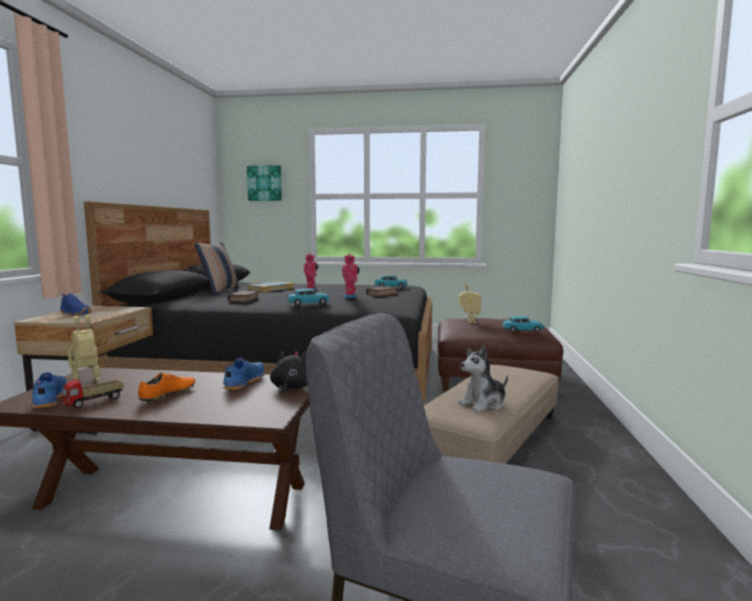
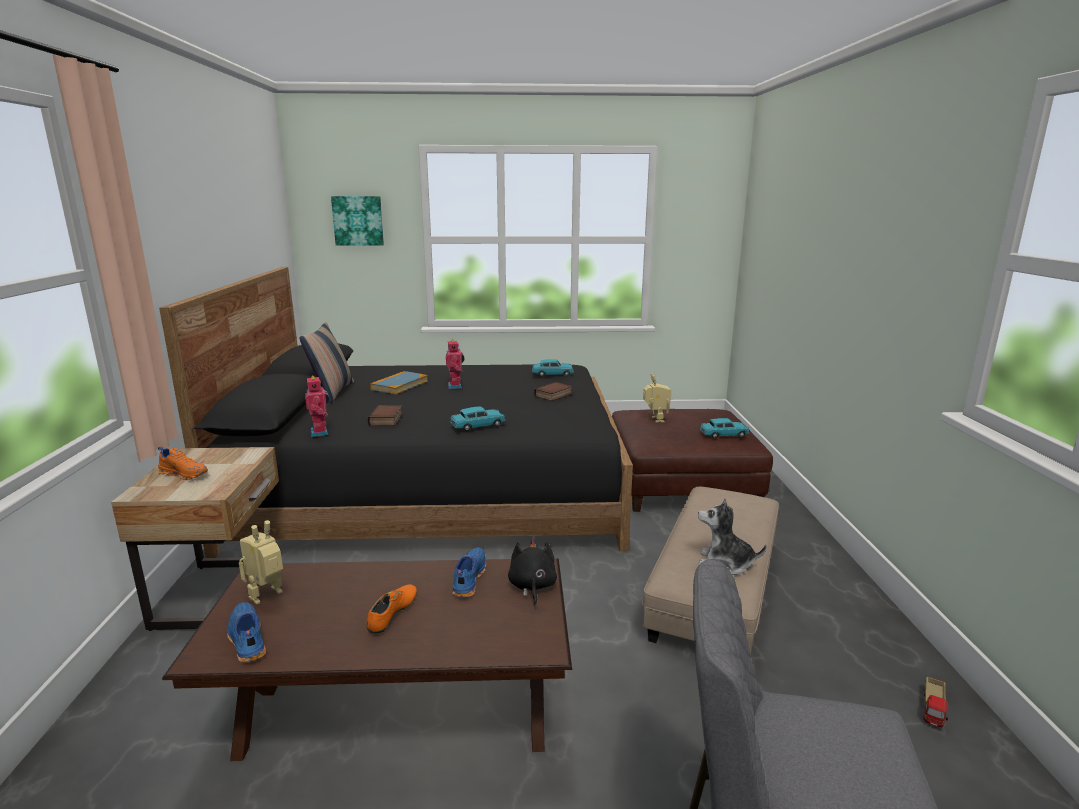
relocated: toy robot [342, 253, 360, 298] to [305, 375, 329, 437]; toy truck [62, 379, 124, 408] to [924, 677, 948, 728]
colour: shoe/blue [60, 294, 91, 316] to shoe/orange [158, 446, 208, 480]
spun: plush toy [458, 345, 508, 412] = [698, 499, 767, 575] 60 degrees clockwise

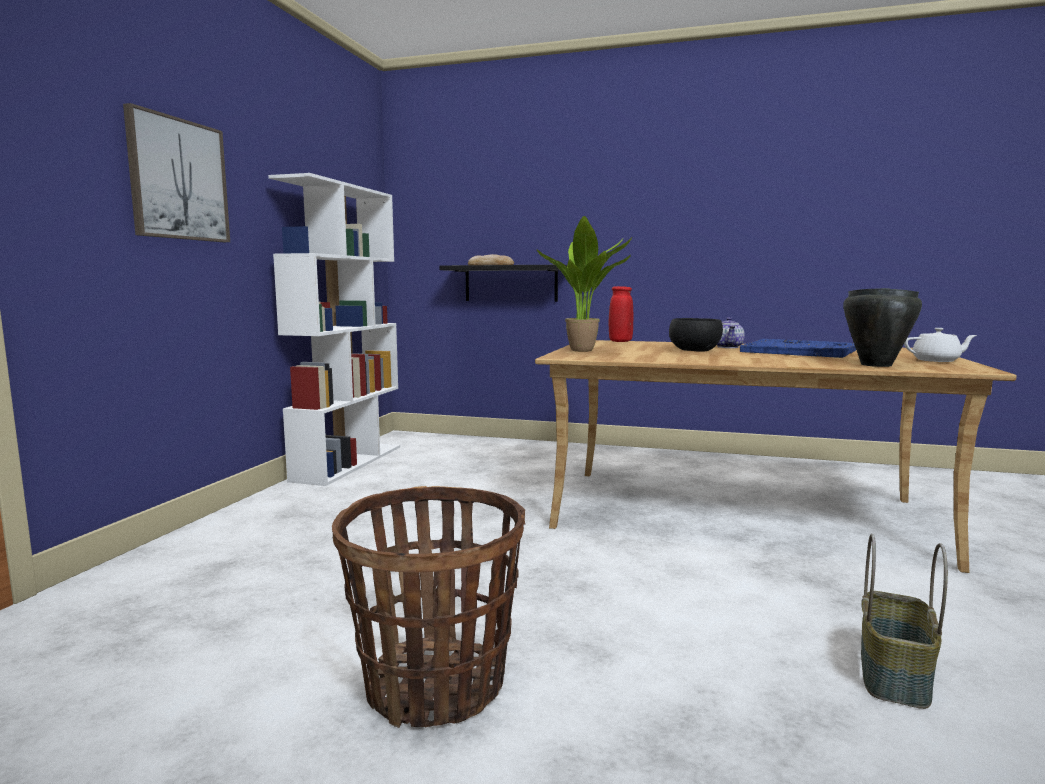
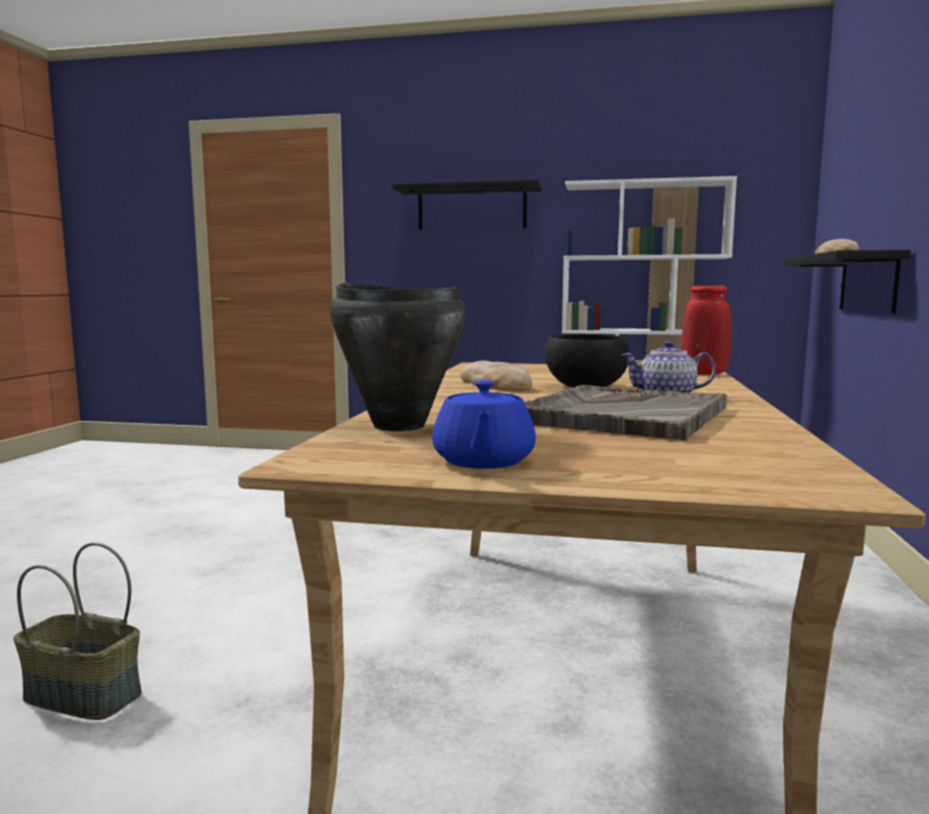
missing: potted plant [537, 216, 632, 352]; basket [332, 486, 525, 728]
appeared: bread [460, 360, 532, 392]
exchanged: picture [123, 103, 230, 242] to shelf/black [392, 180, 542, 230]
colour: teapot/white [904, 328, 977, 362] to teapot/blue [432, 380, 536, 469]; tray/blue [740, 339, 856, 358] to tray/grey [524, 385, 727, 441]

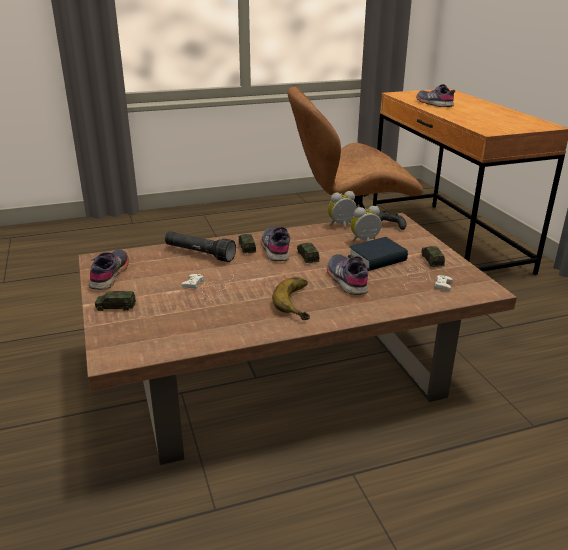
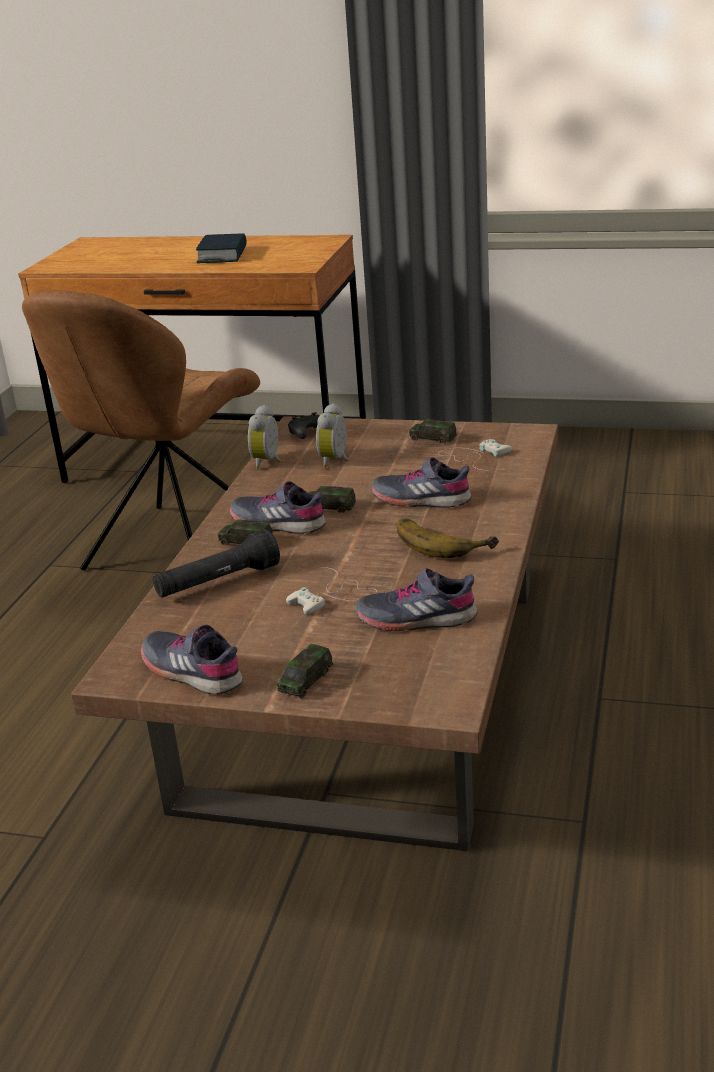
relocated: shoe/grey [416, 84, 455, 107] to [355, 568, 478, 631]; book [348, 237, 408, 271] to [196, 233, 247, 263]

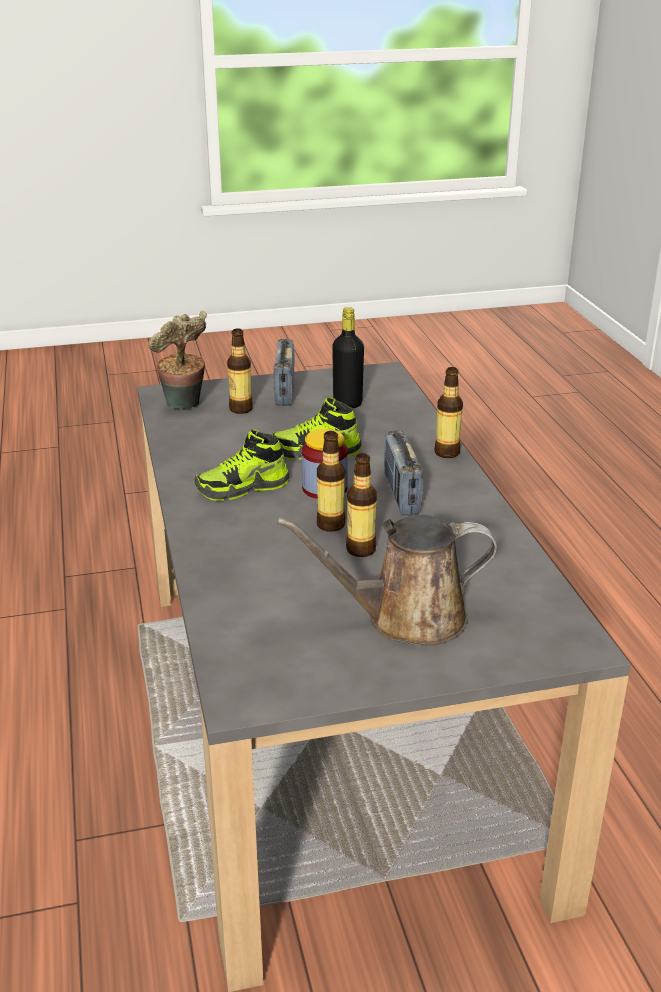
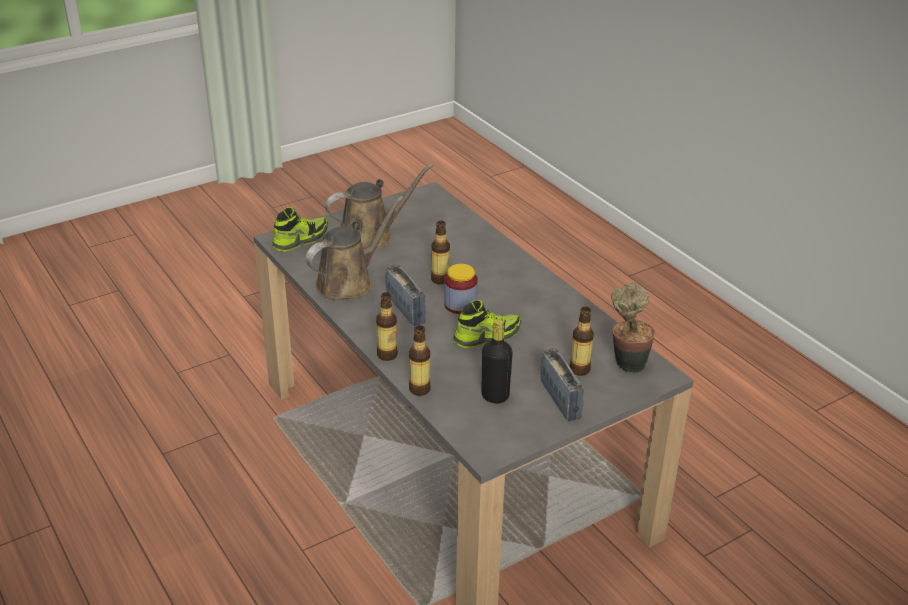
appeared: watering can/brown [305, 196, 403, 300]
relocated: shoe [195, 429, 289, 501] to [272, 207, 328, 252]; bottle [346, 453, 377, 557] to [409, 325, 431, 396]

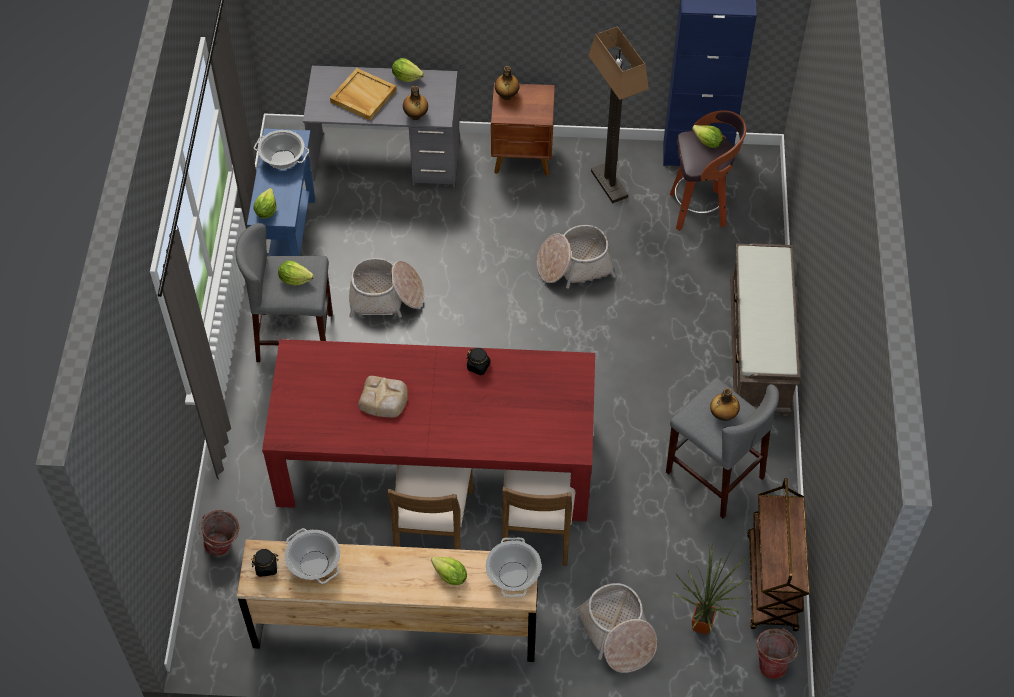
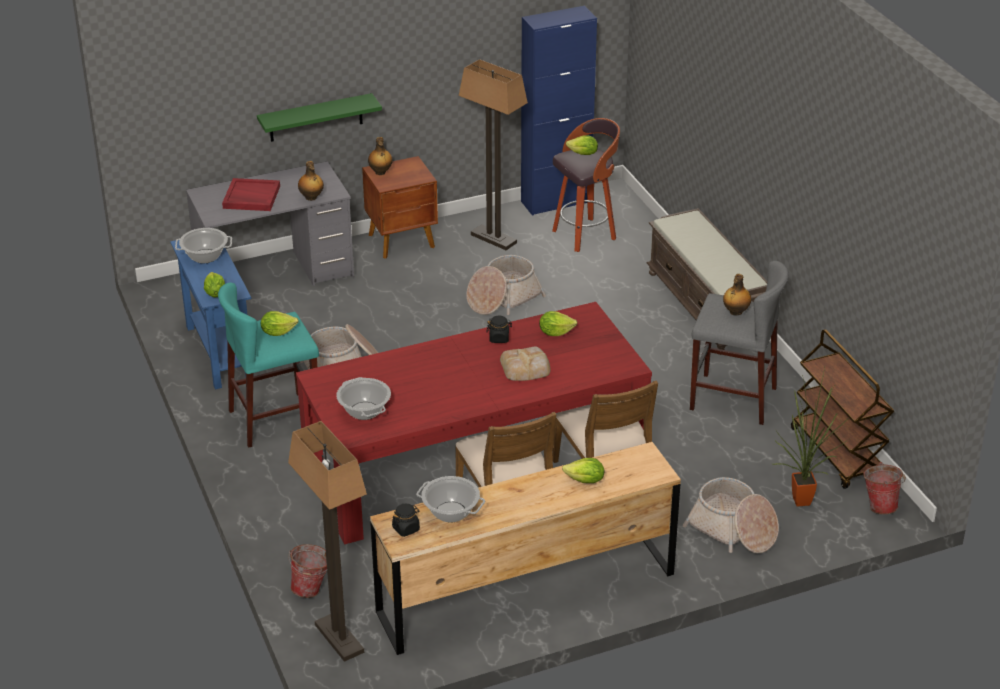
appeared: shelf/green [257, 93, 382, 142]; floor lamp [288, 421, 367, 662]
relocated: lettuce [392, 58, 424, 82] to [539, 311, 577, 336]; bread [358, 376, 408, 418] to [500, 346, 551, 381]; cooking pot [485, 538, 541, 597] to [336, 377, 391, 420]
colour: tray/beige [330, 68, 397, 121] to tray/red [222, 178, 280, 211]; stool/grey [236, 223, 333, 362] to stool/turquoise [218, 282, 319, 448]

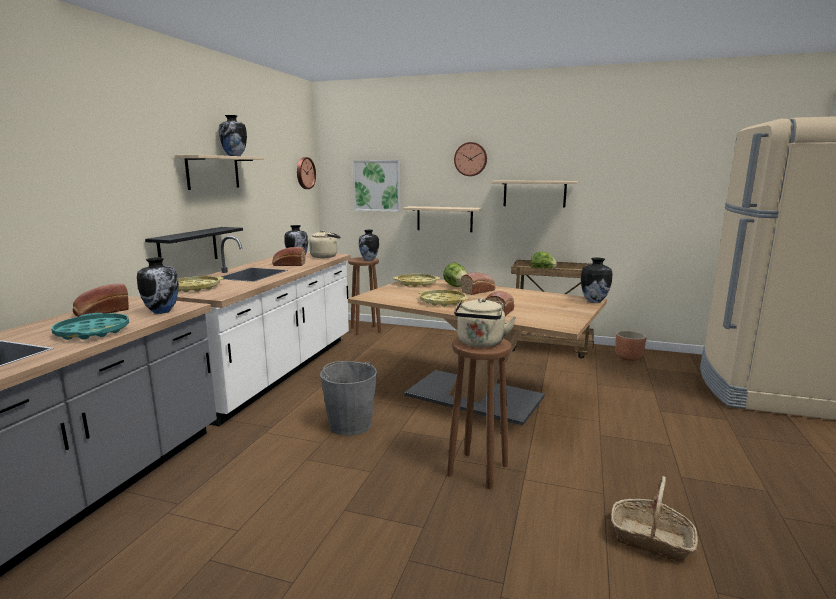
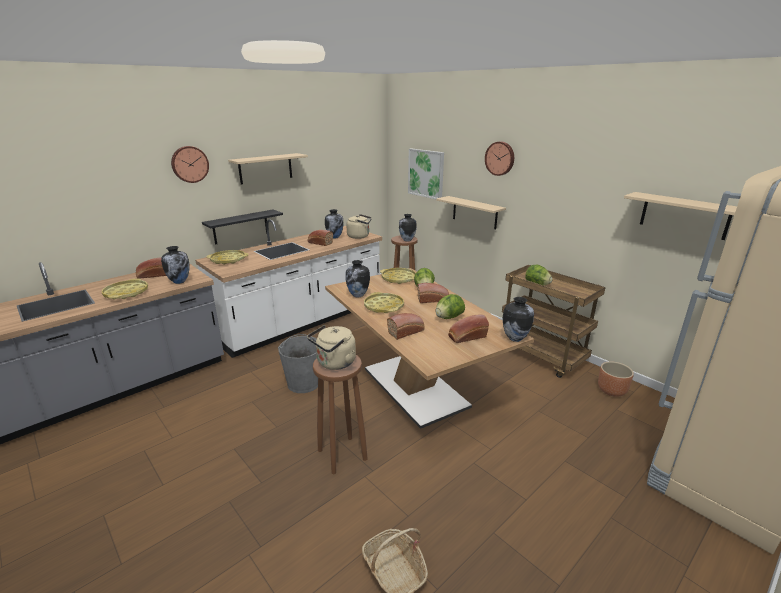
appeared: lettuce [436, 294, 465, 319]; bread [448, 314, 489, 343]
relocated: vase [219, 115, 247, 156] to [345, 260, 370, 298]; wall clock [297, 157, 316, 189] to [171, 146, 209, 183]; shelf/beige [492, 180, 577, 208] to [624, 192, 737, 240]
colour: tray/turquoise [51, 313, 129, 340] to tray/yellow [102, 278, 148, 299]

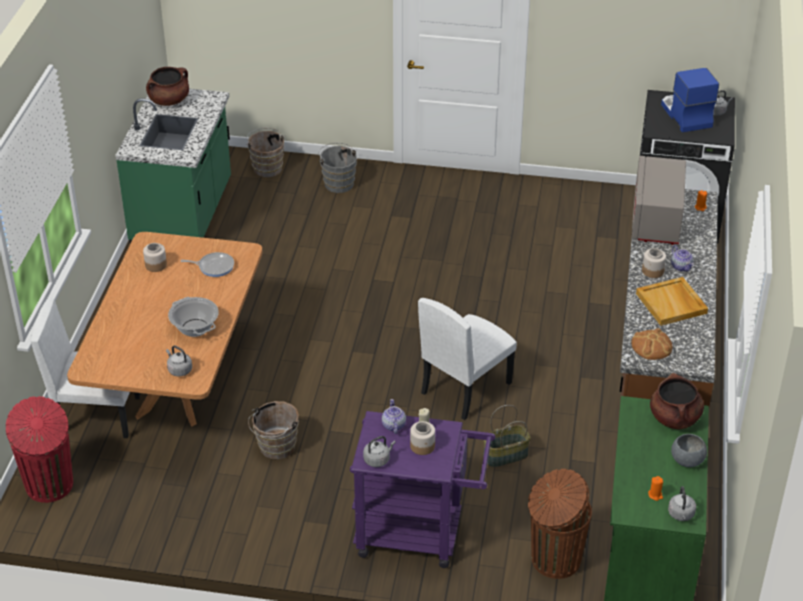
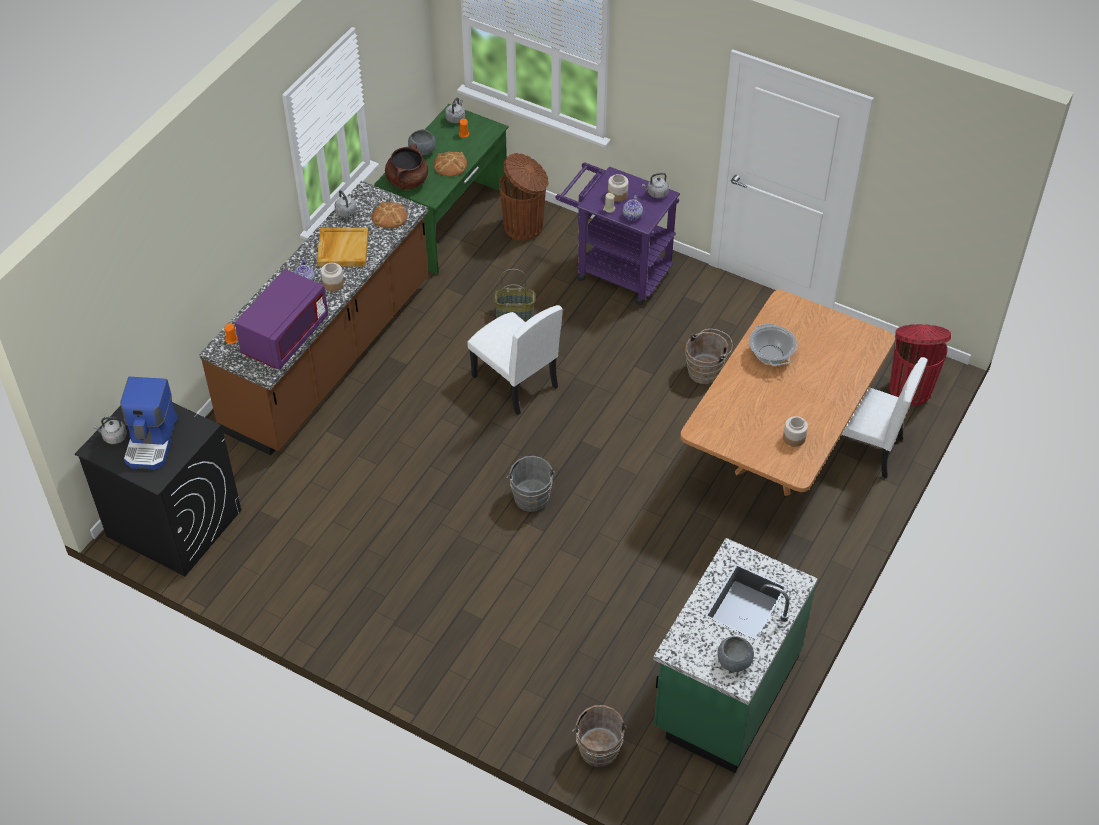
missing: frying pan [181, 252, 234, 277]
appeared: bread [434, 152, 467, 176]
relocated: bucket/grey [318, 143, 357, 193] to [507, 456, 555, 512]; kettle/grey [166, 345, 192, 377] to [335, 190, 356, 217]
exchanged: cooking pot/brown [146, 67, 189, 106] to bowl/grey [717, 636, 754, 672]
colour: microwave/grey [632, 156, 686, 245] to microwave/purple [235, 269, 328, 370]
spun: chair/white [418, 298, 517, 420] = [467, 305, 563, 415] 75 degrees clockwise

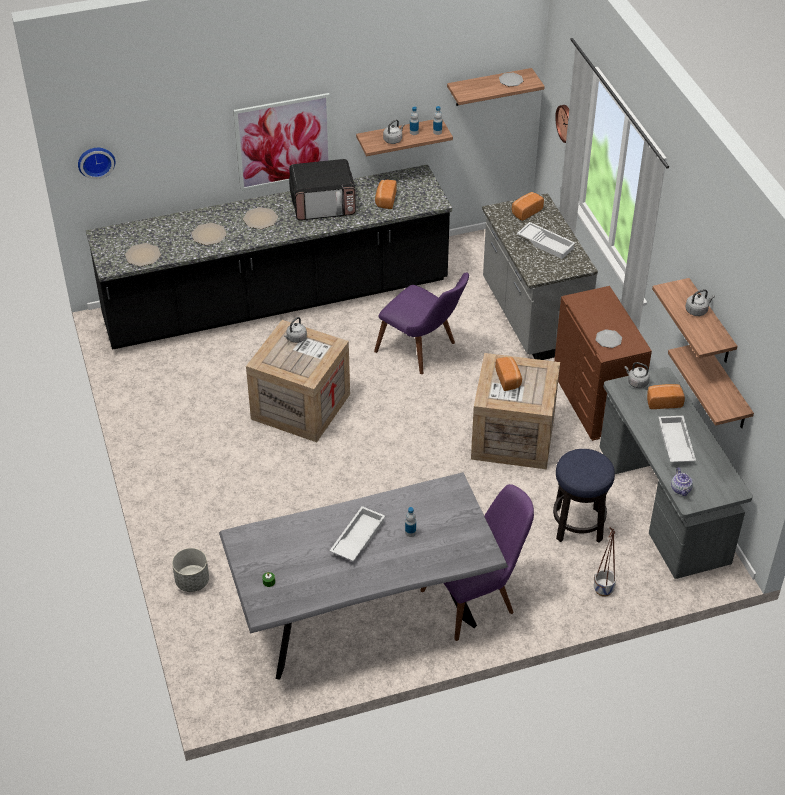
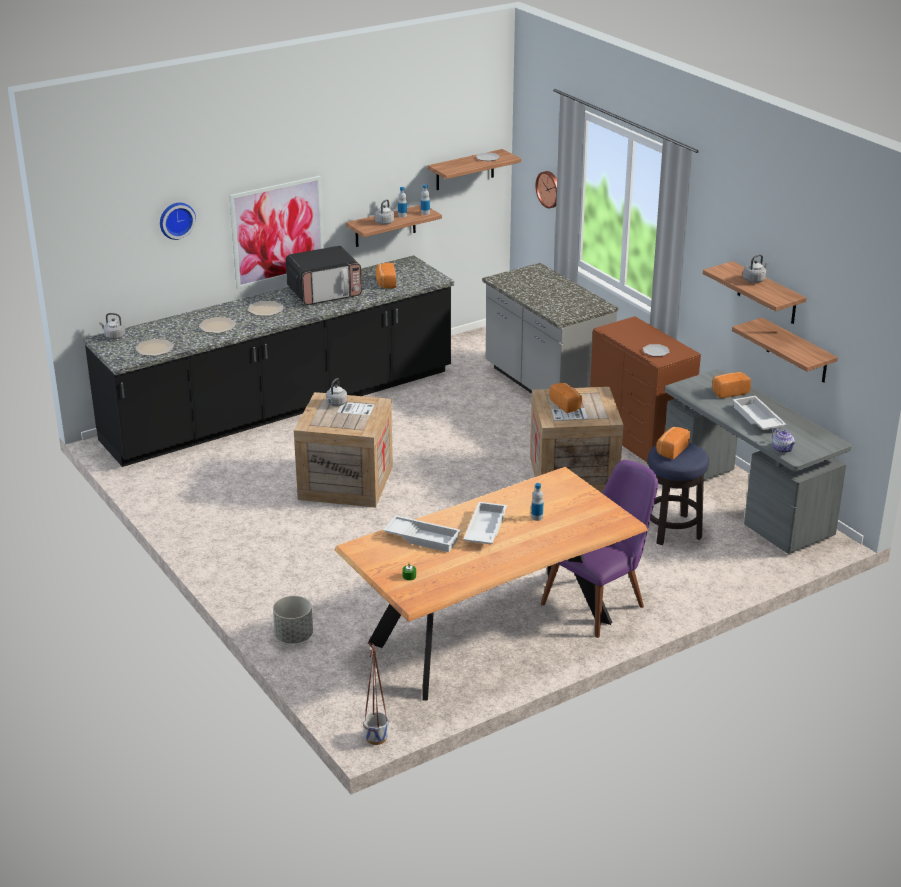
missing: chair/purple [374, 273, 469, 374]
relocated: wall clock [78, 148, 115, 179] to [160, 203, 196, 240]; bread [512, 192, 544, 221] to [656, 427, 690, 459]; tray/white [517, 222, 575, 259] to [383, 515, 461, 552]; kettle/grey [625, 362, 650, 388] to [99, 313, 125, 339]; planter [594, 527, 616, 597] to [363, 642, 389, 745]
colour: dining table/grey [219, 472, 508, 680] to dining table/brown [334, 467, 648, 700]

